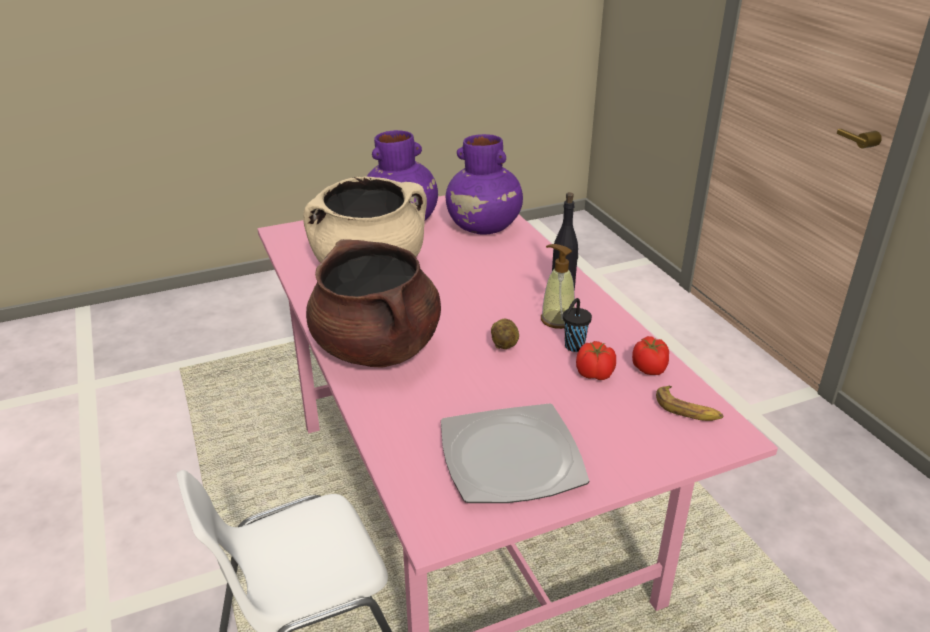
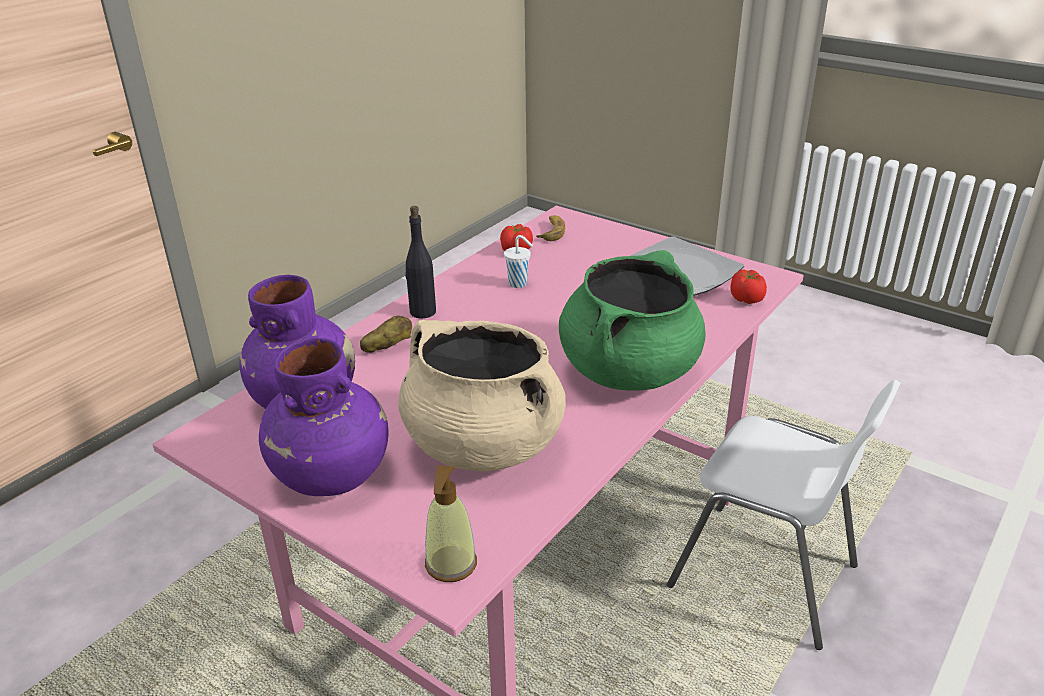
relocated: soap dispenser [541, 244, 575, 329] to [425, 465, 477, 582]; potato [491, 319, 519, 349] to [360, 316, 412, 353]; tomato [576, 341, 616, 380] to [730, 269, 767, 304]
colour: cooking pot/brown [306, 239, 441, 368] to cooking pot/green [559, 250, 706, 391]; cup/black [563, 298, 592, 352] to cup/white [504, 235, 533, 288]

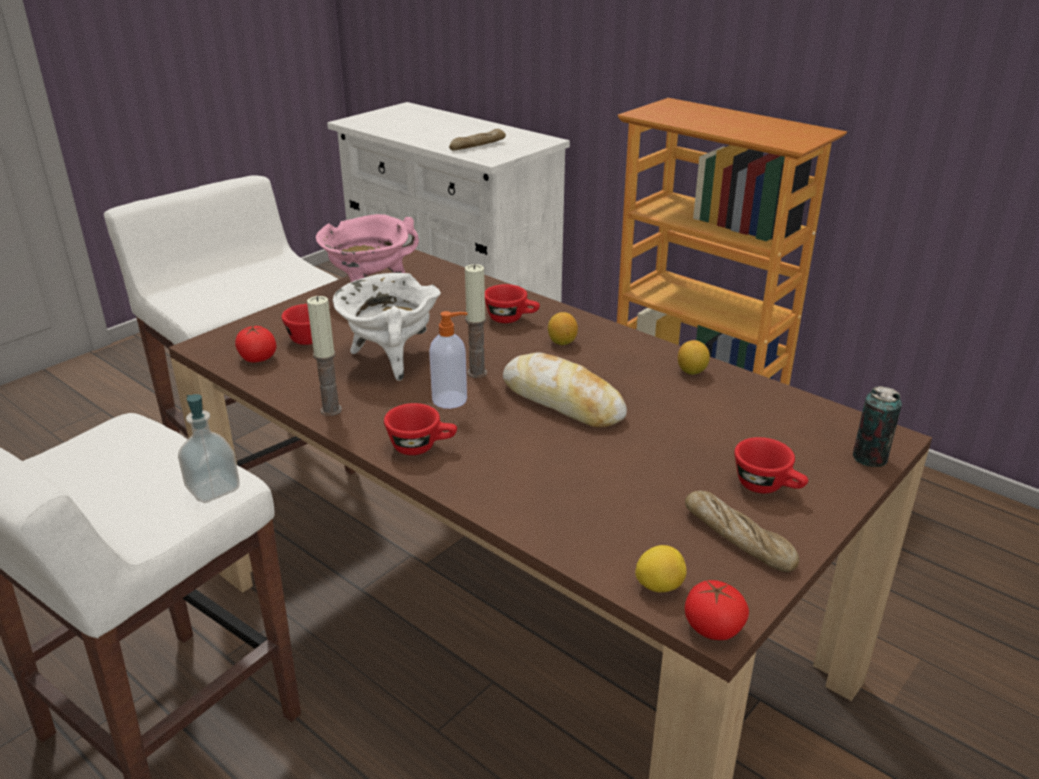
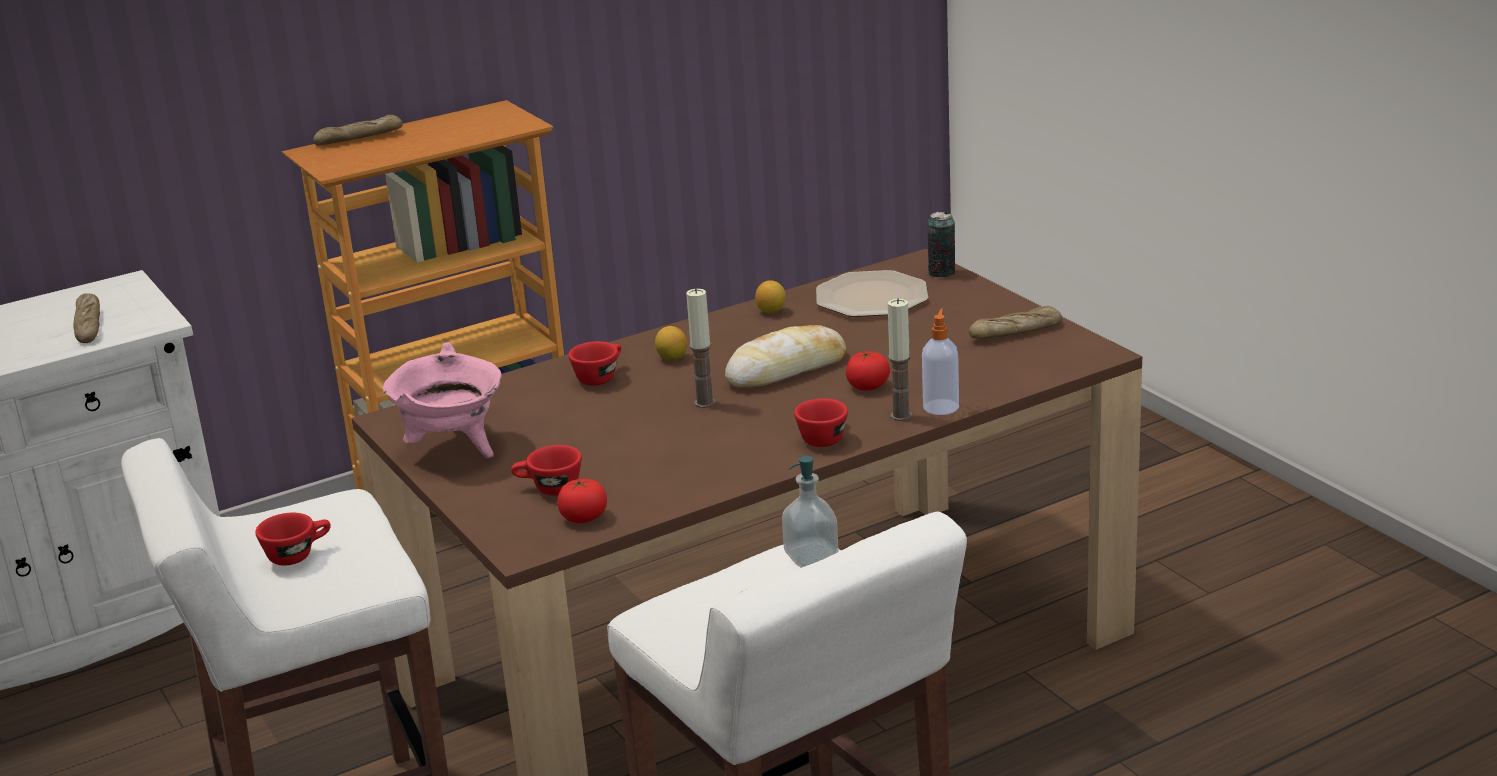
missing: cooking pot/white [333, 273, 441, 381]; lemon [635, 545, 687, 592]
appeared: bread [313, 115, 403, 145]; plate [816, 270, 928, 317]
relocated: candle [307, 296, 342, 416] to [888, 299, 912, 421]; soap dispenser [429, 311, 468, 409] to [922, 308, 959, 415]; cup/red [734, 437, 808, 493] to [255, 513, 331, 566]; tomato [685, 580, 749, 640] to [846, 351, 890, 391]

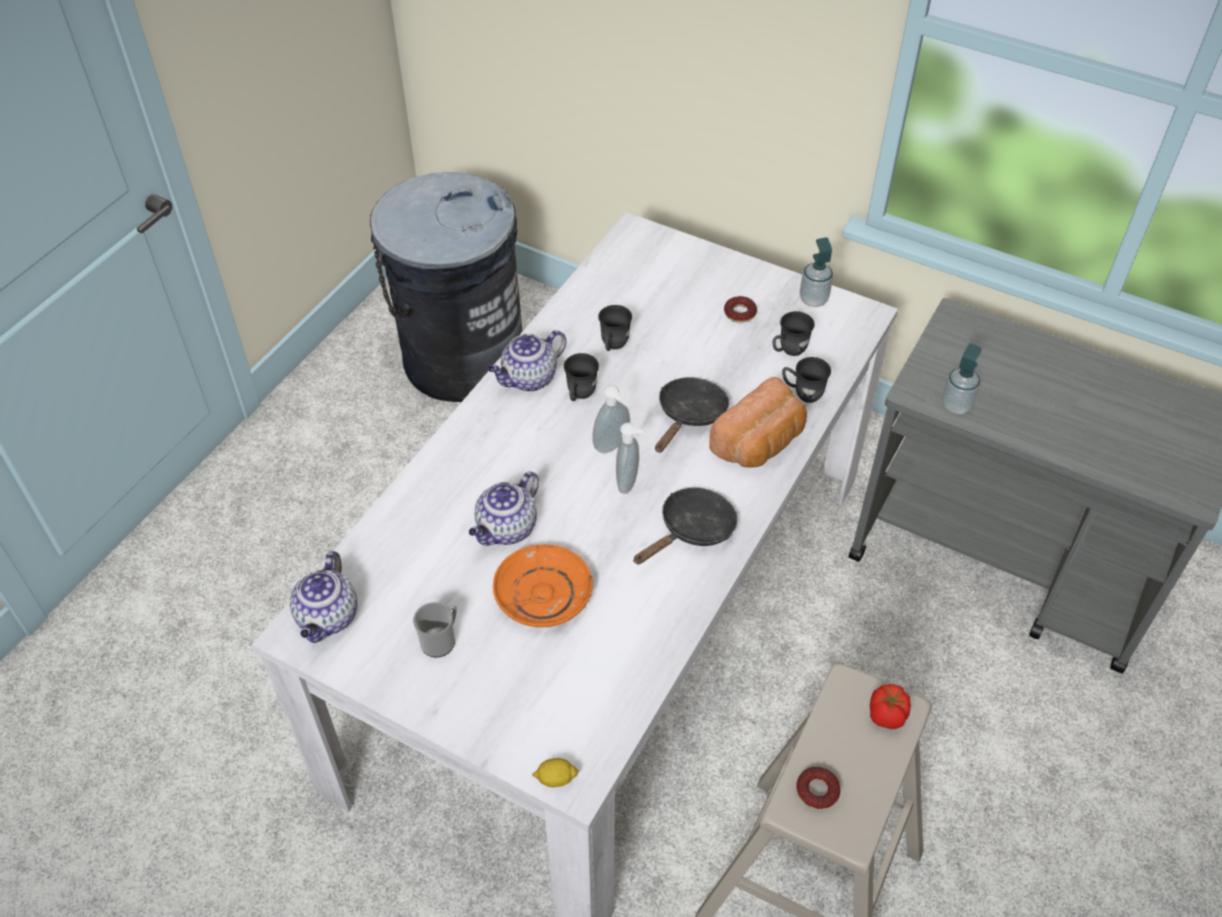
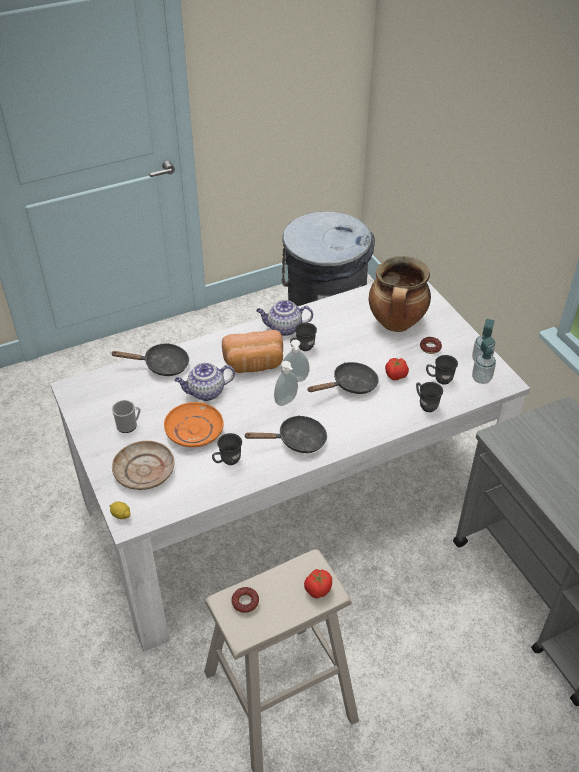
missing: teapot [290, 551, 357, 643]
appeared: cooking pot [369, 256, 431, 332]; frying pan/black [112, 343, 189, 376]; tomato [385, 358, 409, 380]; plate/beige [112, 441, 175, 490]
relocated: mug/grey [598, 305, 632, 351] to [212, 433, 242, 465]; soap dispenser [942, 344, 982, 415] to [472, 337, 496, 384]; bread [710, 377, 807, 468] to [222, 330, 283, 373]

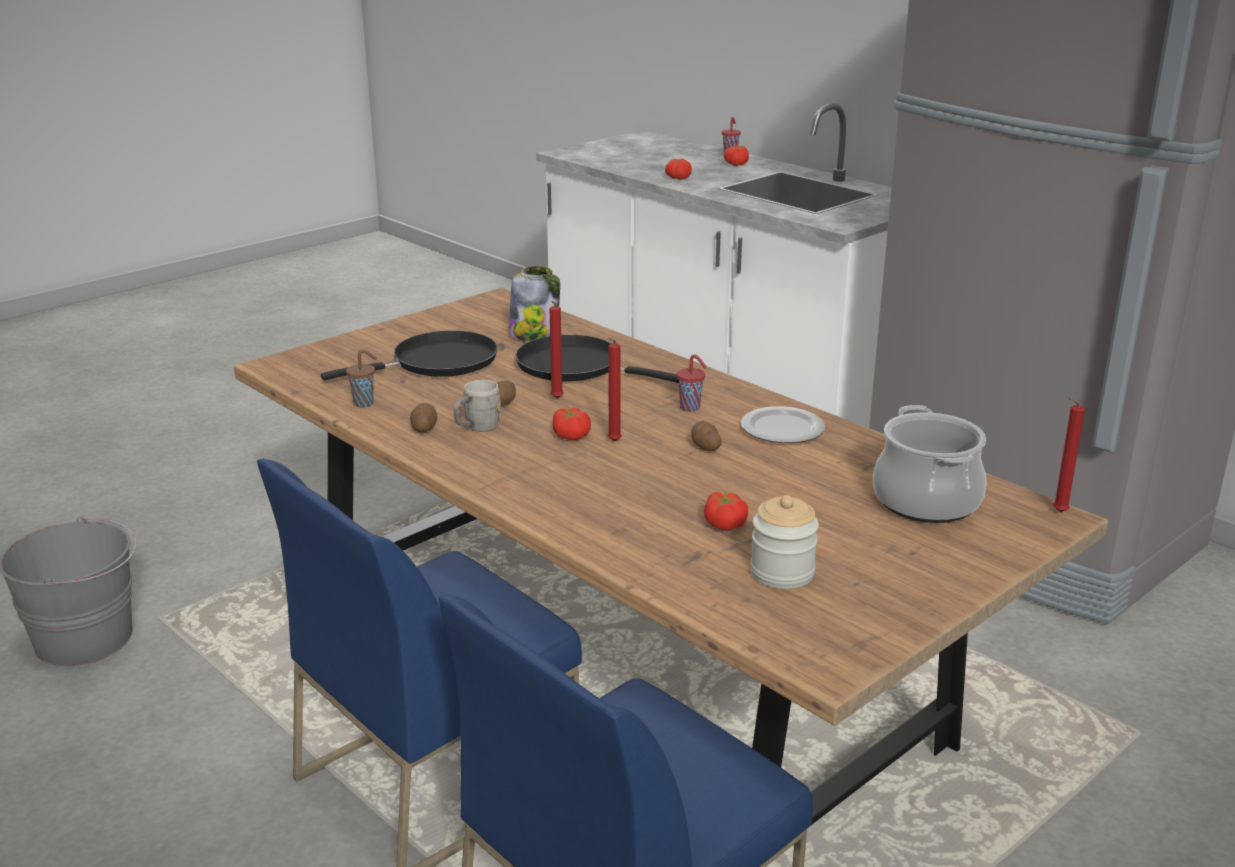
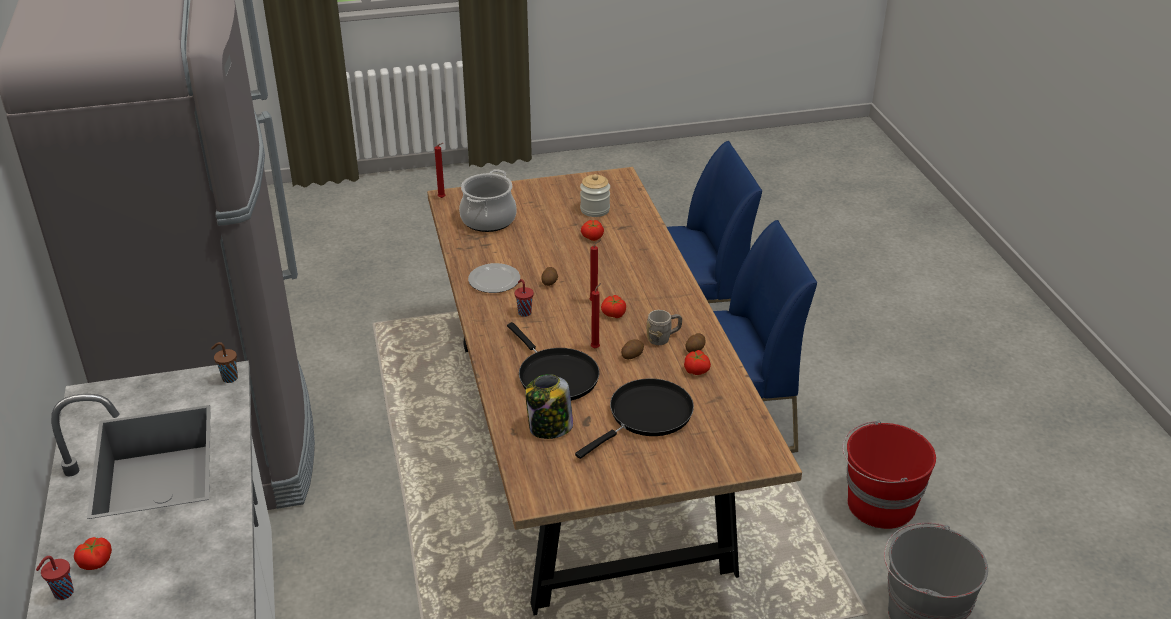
appeared: bucket/red [843, 421, 936, 529]
relocated: tomato [665, 158, 692, 180] to [684, 350, 711, 375]; cup/brown [346, 350, 377, 407] to [211, 342, 238, 383]
spun: frying pan/black [321, 330, 498, 380] = [575, 378, 694, 459] 135 degrees clockwise

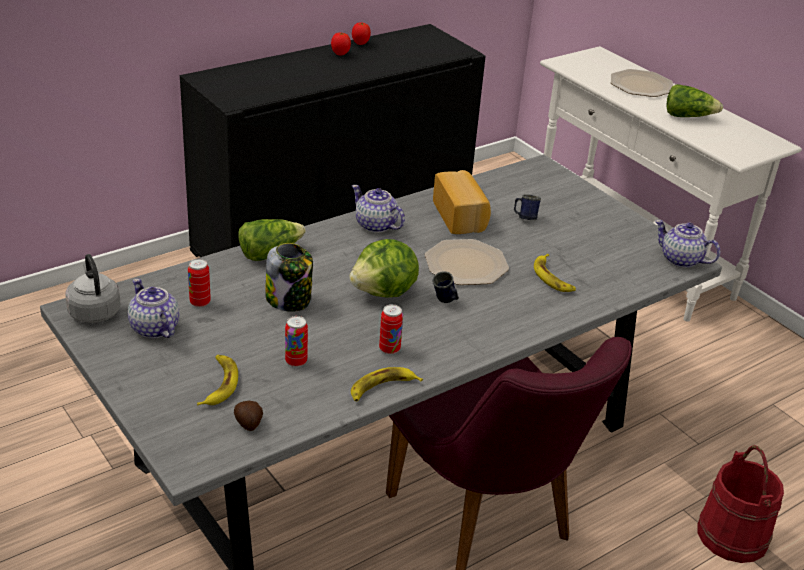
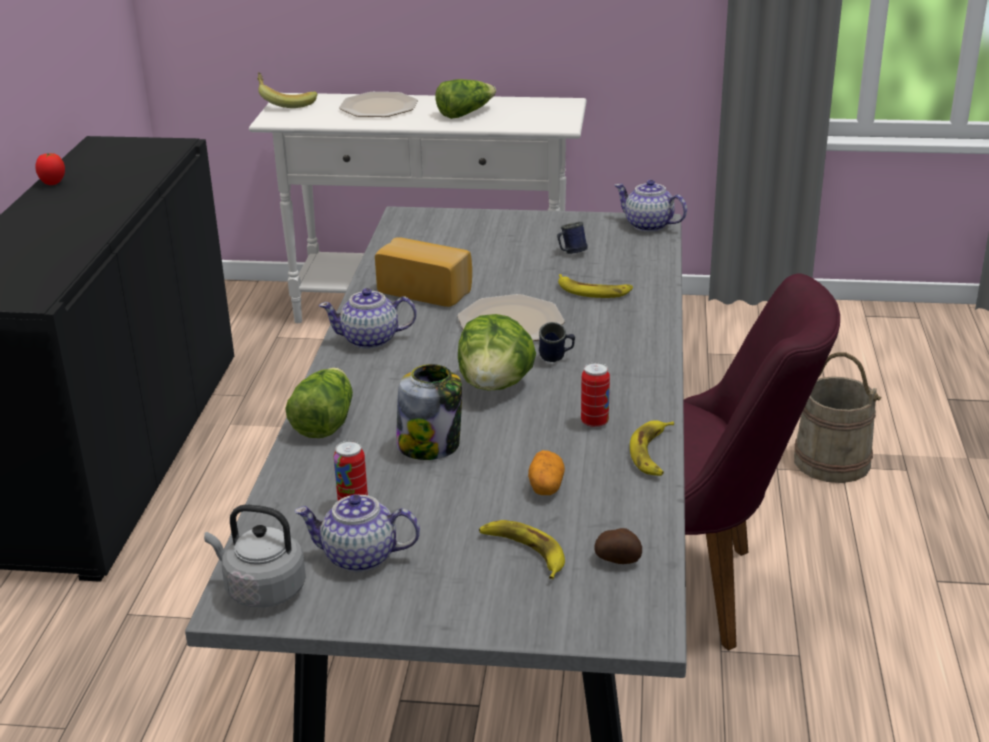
missing: tomato [331, 32, 351, 56]
appeared: banana [258, 72, 317, 108]
relocated: mug/blue [514, 194, 541, 220] to [557, 222, 588, 254]
exchanged: can [285, 316, 308, 367] to potato [528, 450, 565, 495]
colour: bucket/red [698, 445, 784, 563] to bucket/beige [794, 352, 882, 483]
spun: teapot [655, 220, 720, 268] = [615, 180, 687, 232] 45 degrees clockwise

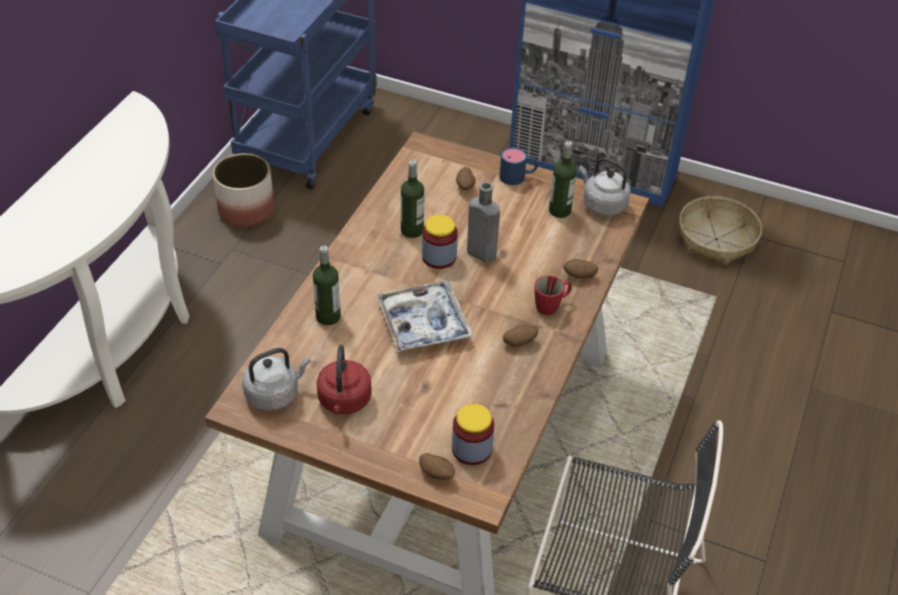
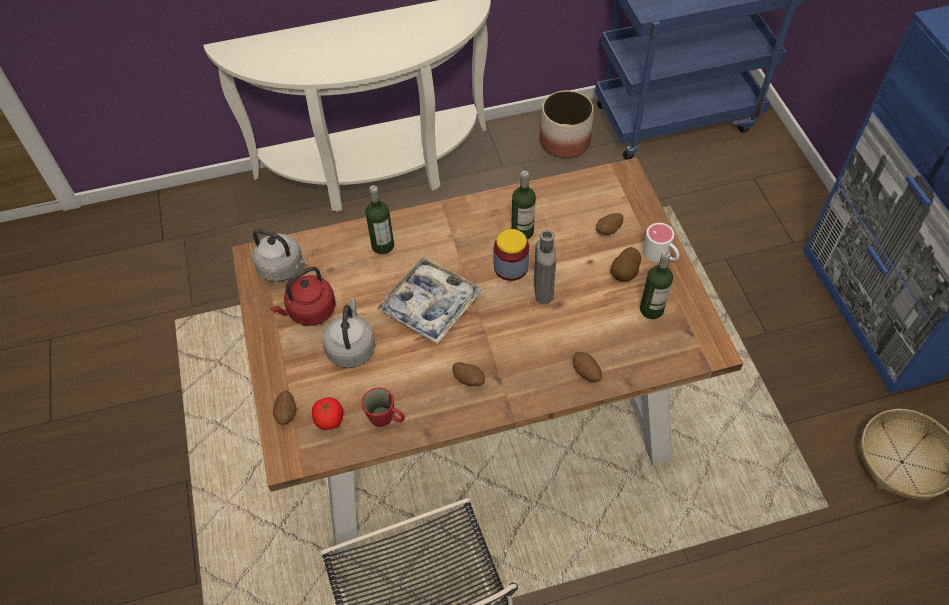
appeared: potato [611, 247, 641, 282]
relocated: kettle/grey [579, 157, 631, 216] to [323, 299, 375, 368]; mug/red [534, 275, 572, 315] to [362, 387, 405, 427]
exchanged: jar [452, 404, 494, 465] to tomato [312, 397, 343, 430]
colour: mug/blue [499, 147, 538, 185] to mug/white [642, 223, 679, 262]

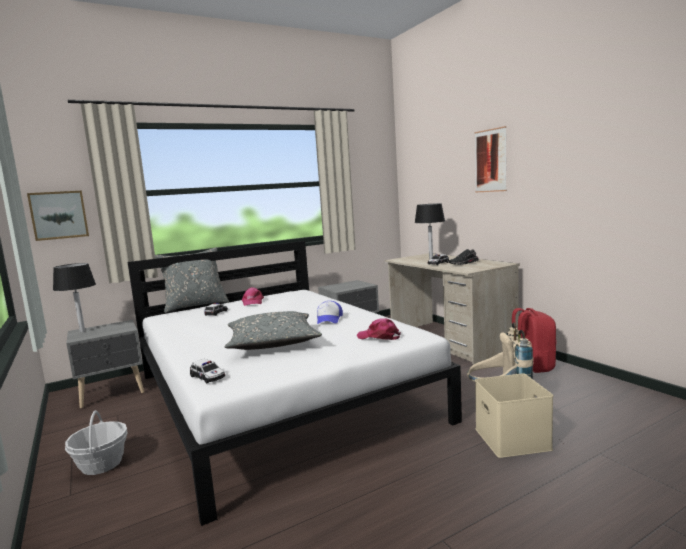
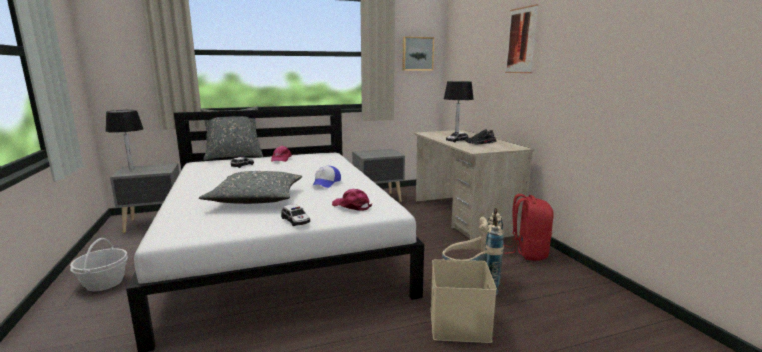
relocated: picture [27, 191, 89, 241] to [402, 36, 434, 71]; toy car [190, 359, 225, 383] to [281, 204, 310, 226]

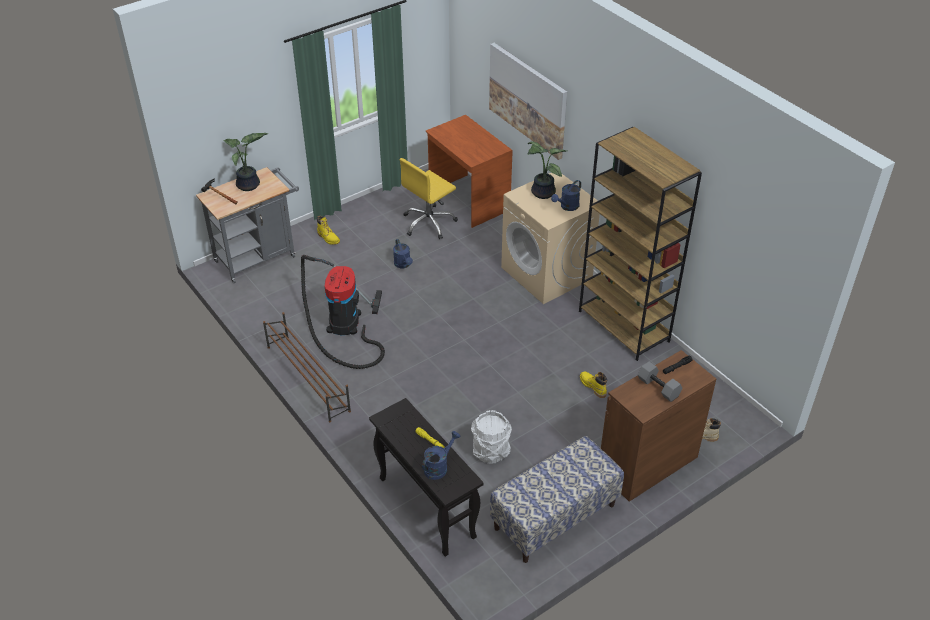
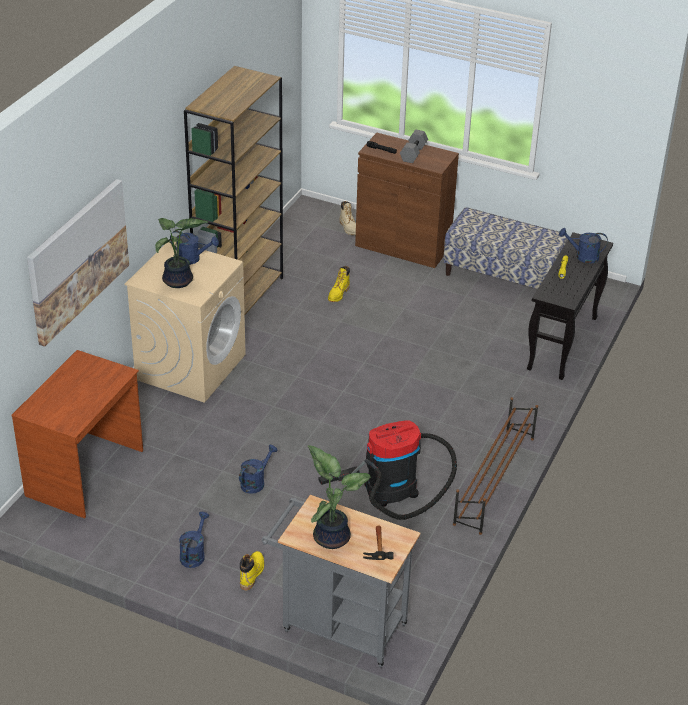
missing: office chair/yellow [400, 158, 458, 239]; bucket/white [471, 410, 512, 464]
appeared: watering can/blue [179, 512, 209, 568]

